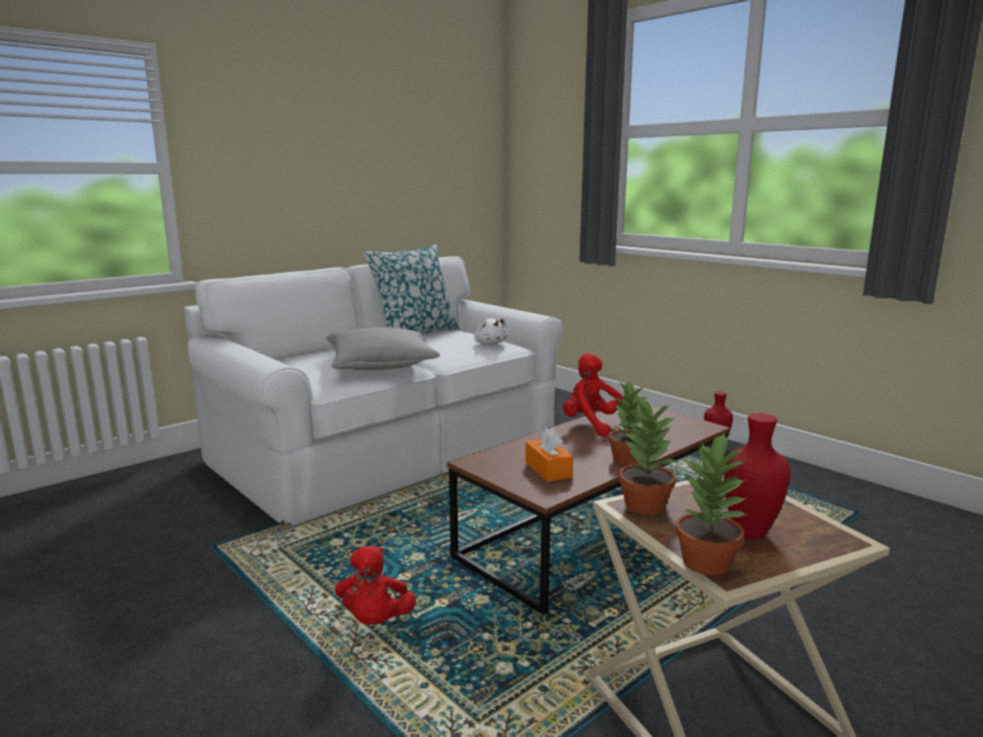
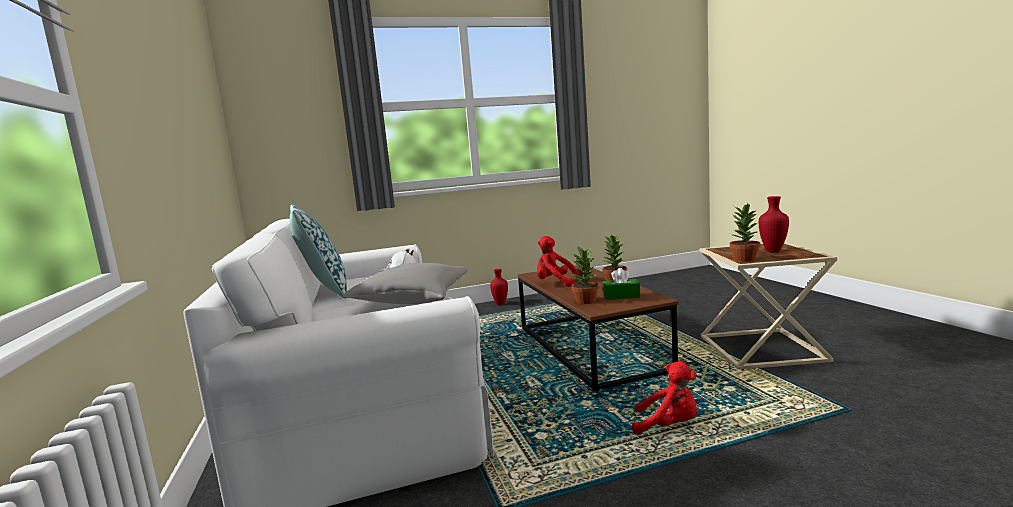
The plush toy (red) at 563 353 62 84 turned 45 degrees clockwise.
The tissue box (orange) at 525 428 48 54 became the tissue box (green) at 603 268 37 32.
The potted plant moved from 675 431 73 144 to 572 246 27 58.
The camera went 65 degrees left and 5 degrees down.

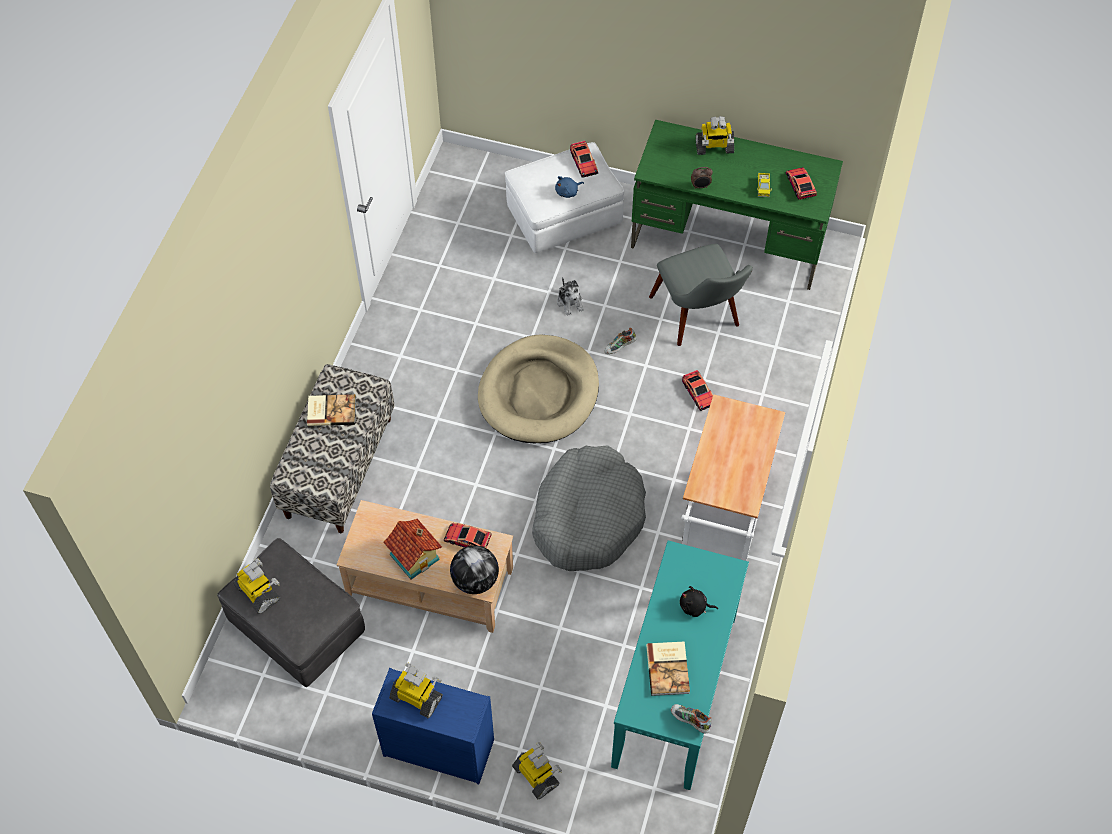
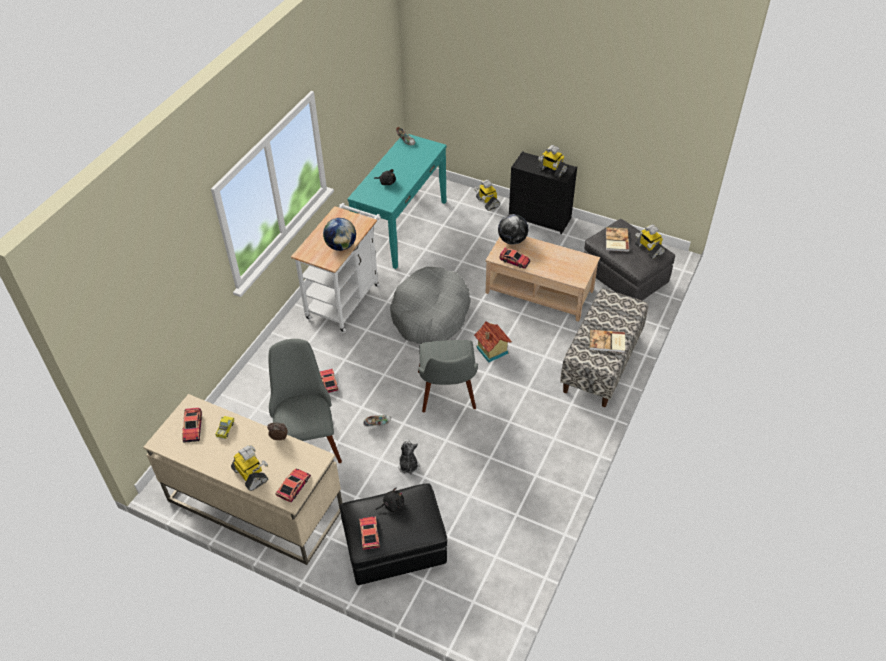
The toy robot at 696 116 38 39 turned 45 degrees clockwise.
The desk (green) at 631 120 212 170 became the desk (beige) at 143 394 199 171.
The ottoman (white) at 505 142 119 111 became the ottoman (black) at 340 484 107 101.
The plush toy (blue) at 555 176 29 22 became the plush toy (black) at 376 488 28 24.
The dog bed (beige) at 478 334 121 109 was replaced by the chair (grey) at 418 340 60 72.
The toy house moved from 383 519 59 60 to 474 321 38 41.
The book moved from 646 641 44 55 to 606 227 23 25.
The dresser (blue) at 372 668 122 117 became the dresser (black) at 509 151 68 83.
The globe at 323 218 33 33 appeared.
The toy car at 276 468 35 34 appeared.
The camera went 170 degrees left and 10 degrees down.

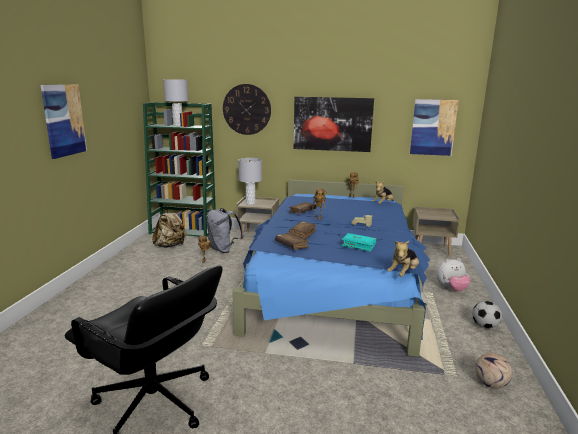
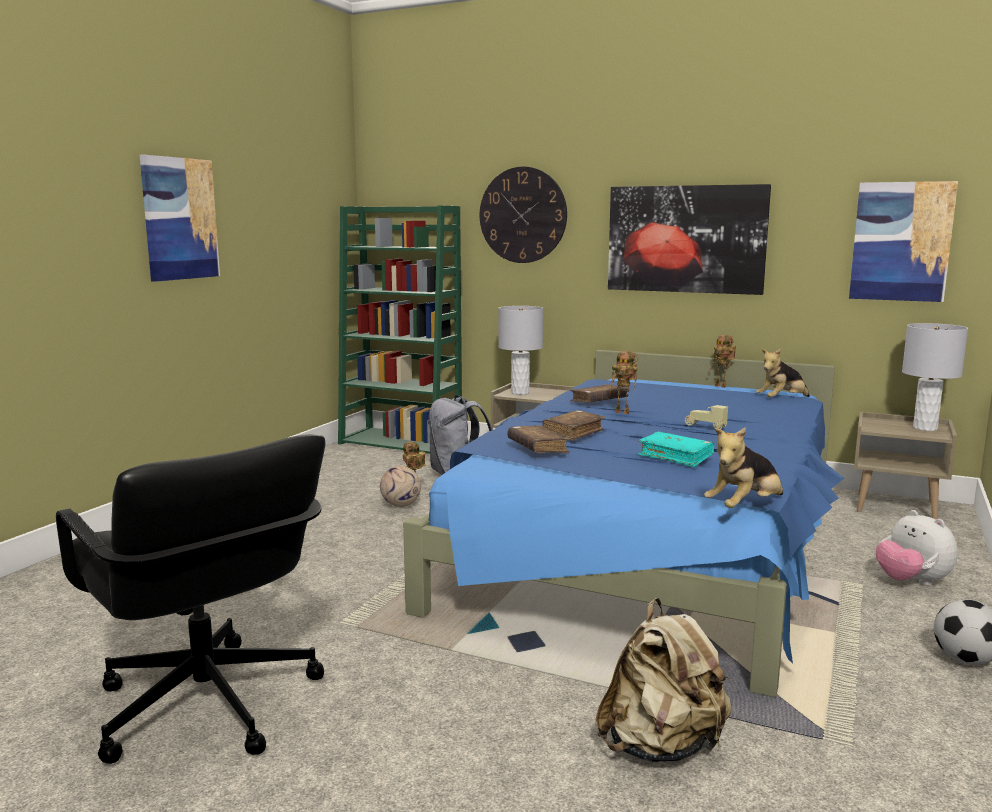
The table lamp (grey) moved from 163 79 25 47 to 902 323 66 108.
The backpack (beige) moved from 152 209 35 39 to 596 598 136 164.
The plush toy at 436 258 35 34 turned 60 degrees clockwise.
The football moved from 475 353 37 36 to 380 466 41 41.
The camera went 15 degrees right and 5 degrees down.

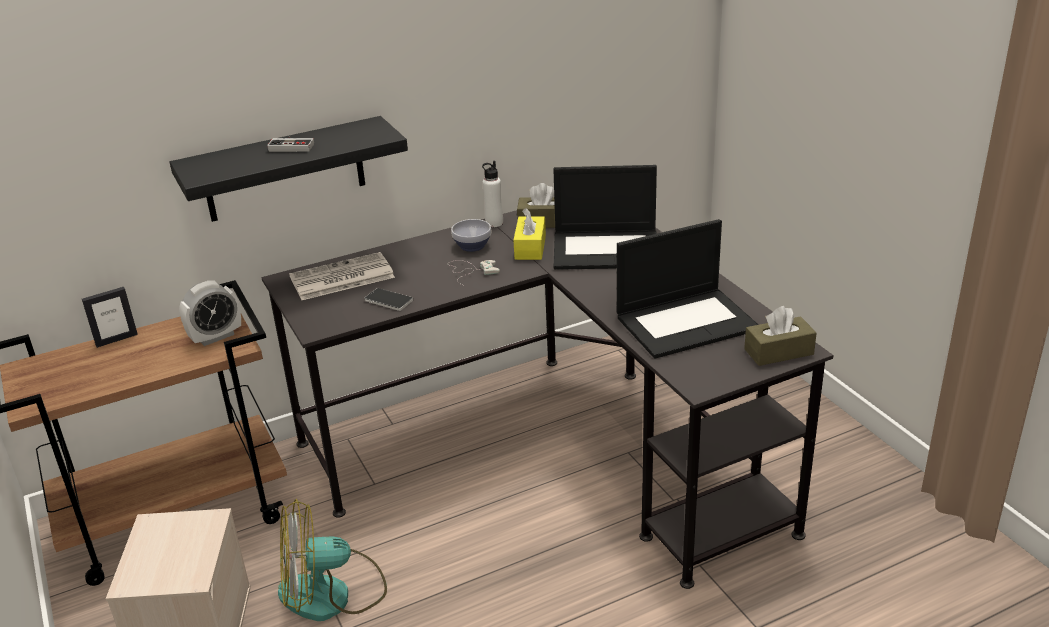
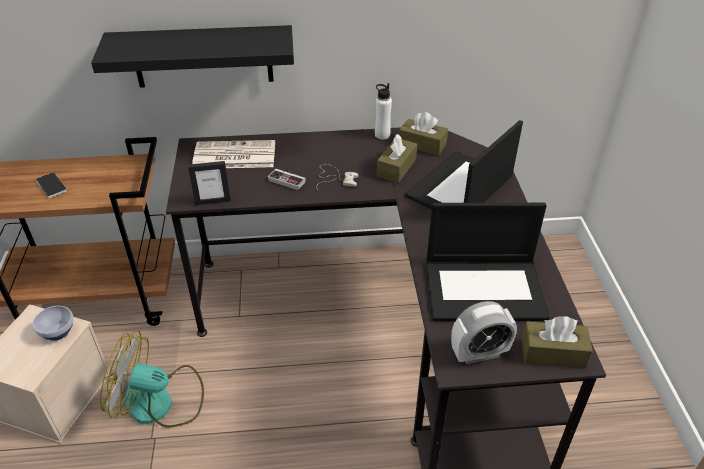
The game controller moved from 267 137 47 15 to 268 169 38 21.
The laptop at 553 165 104 105 turned 105 degrees clockwise.
The tissue box (yellow) at 513 208 33 52 became the tissue box (brown) at 377 134 40 49.
The bowl moved from 451 219 40 33 to 33 306 41 35.
The alarm clock moved from 179 281 62 65 to 451 301 66 63.
The picture frame moved from 82 287 56 61 to 188 161 43 44.
The phone moved from 364 288 49 23 to 35 172 32 26.
The camera went 20 degrees right and 10 degrees up.

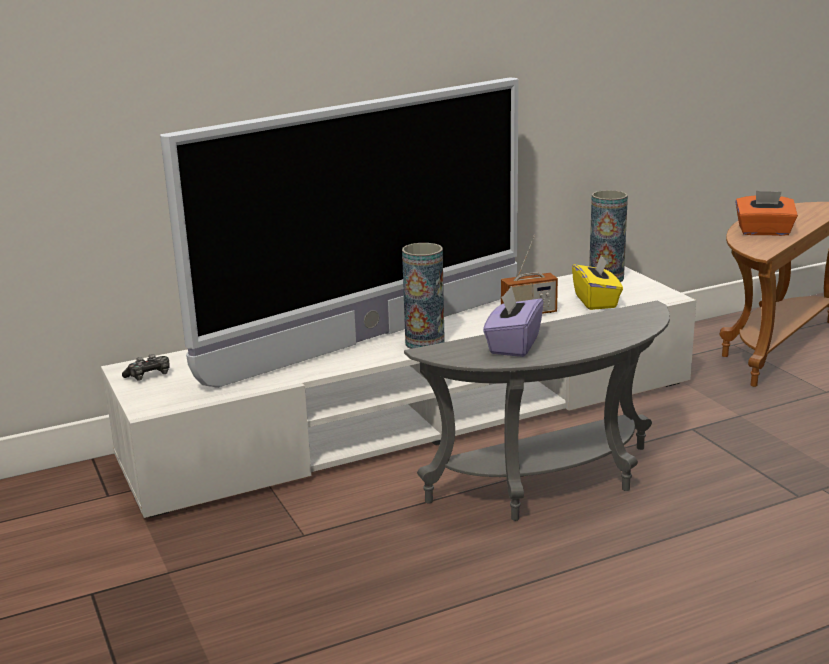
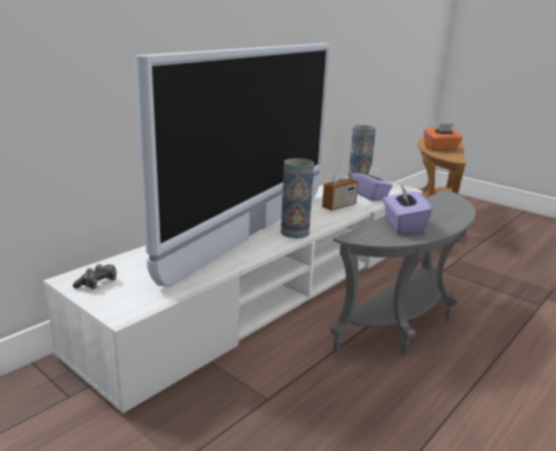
The tissue box (yellow) at 572 255 51 55 became the tissue box (purple) at 351 165 42 36.
The camera went 25 degrees left and 0 degrees up.

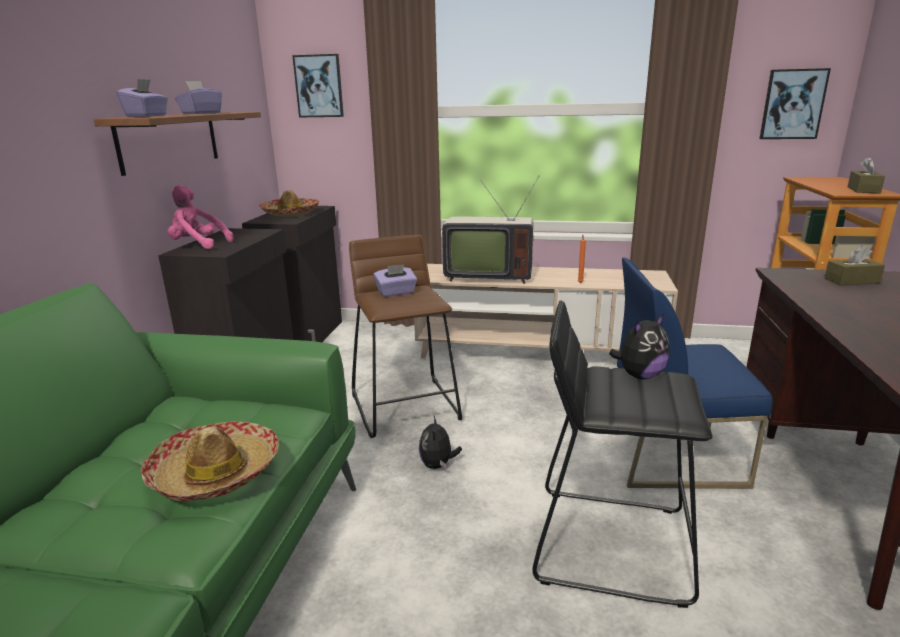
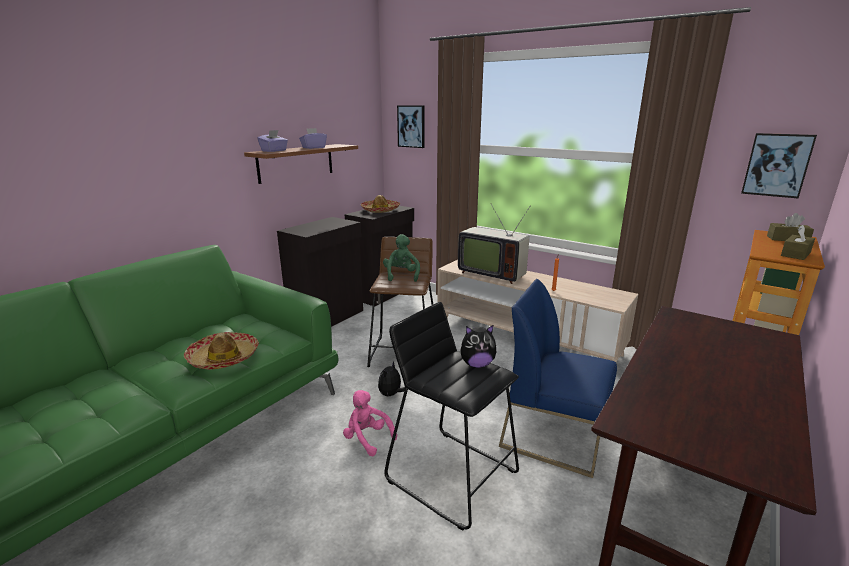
The plush toy (pink) moved from 168 185 66 64 to 343 390 54 66.
The tissue box (brown) moved from 825 245 60 40 to 767 213 47 28.
The tissue box (purple) at 373 264 44 33 was replaced by the plush toy (green) at 383 234 37 48.
The camera went 25 degrees right and 0 degrees up.

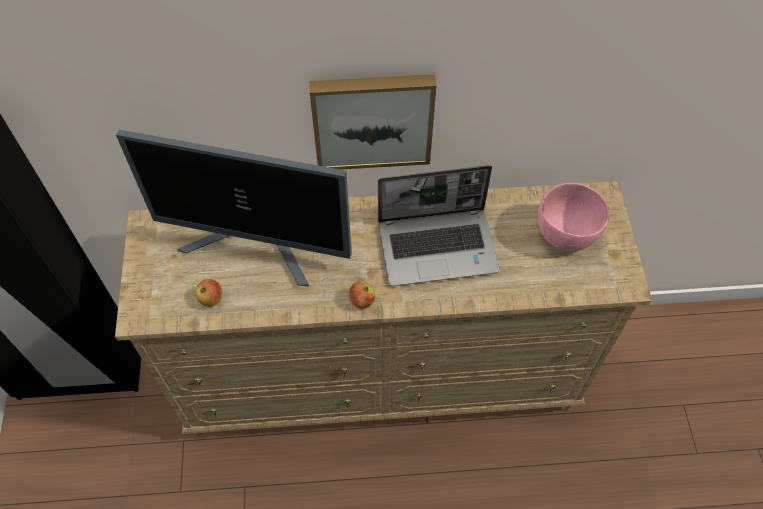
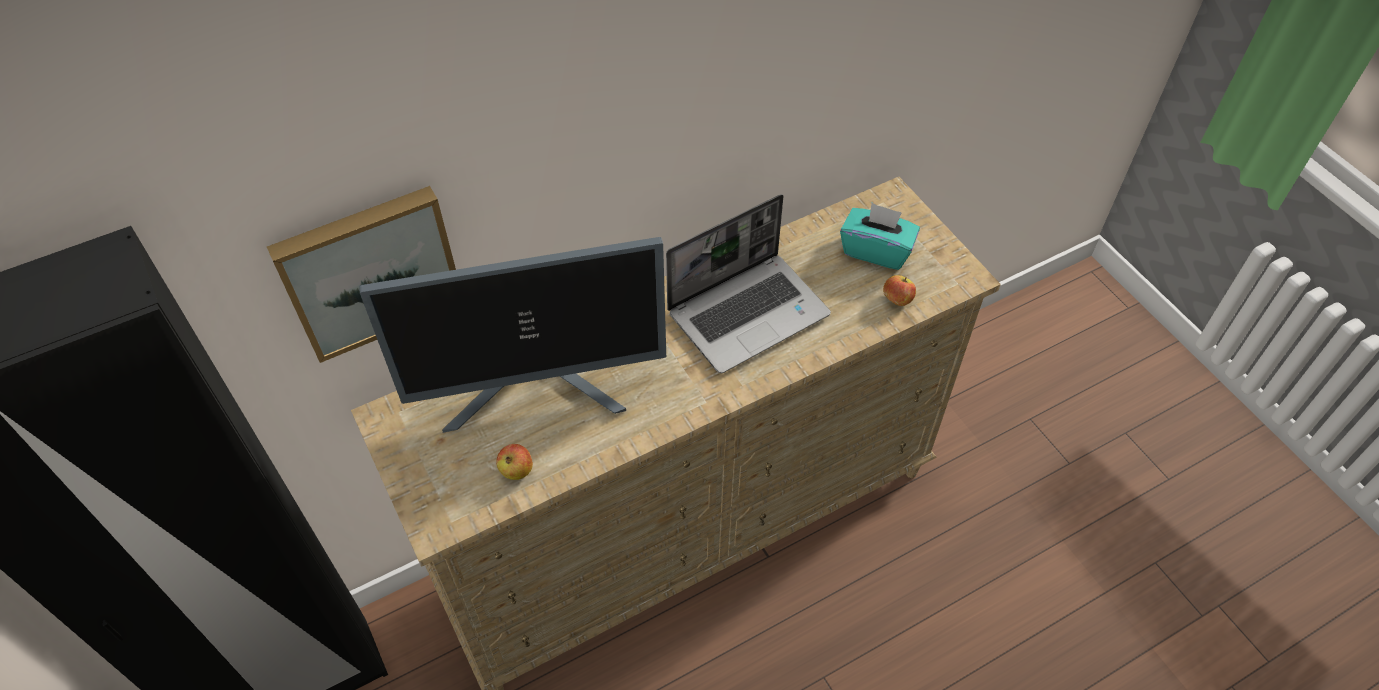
The picture moved from 309 74 127 96 to 267 186 189 177.
The bowl (pink) at 537 183 73 68 was replaced by the tissue box (turquoise) at 840 203 80 67.
The apple moved from 349 281 26 28 to 883 275 33 31.
The camera went 25 degrees left and 5 degrees down.

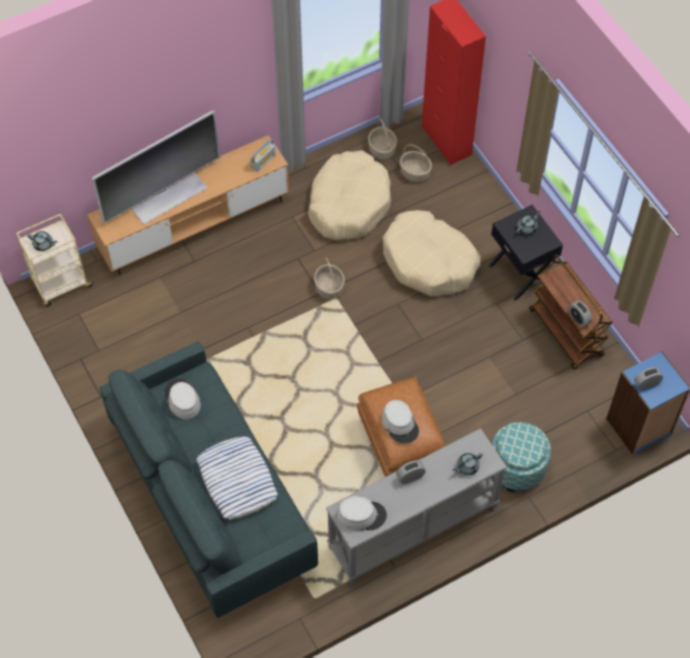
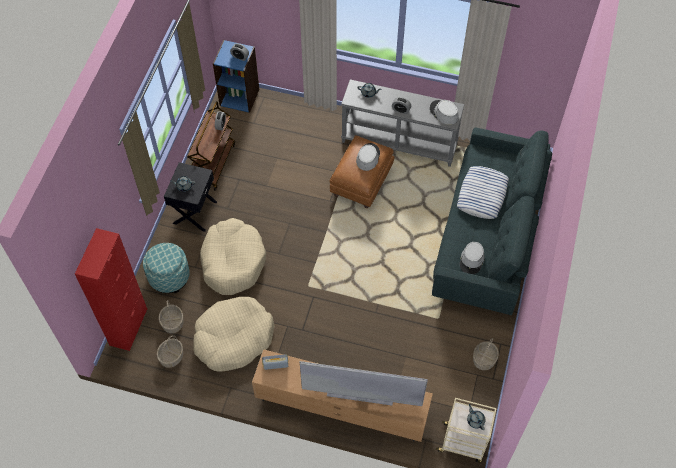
The basket moved from 314 257 31 42 to 473 338 26 32.
The ottoman moved from 492 422 59 70 to 143 243 47 50.
The camera went 135 degrees left and 0 degrees up.

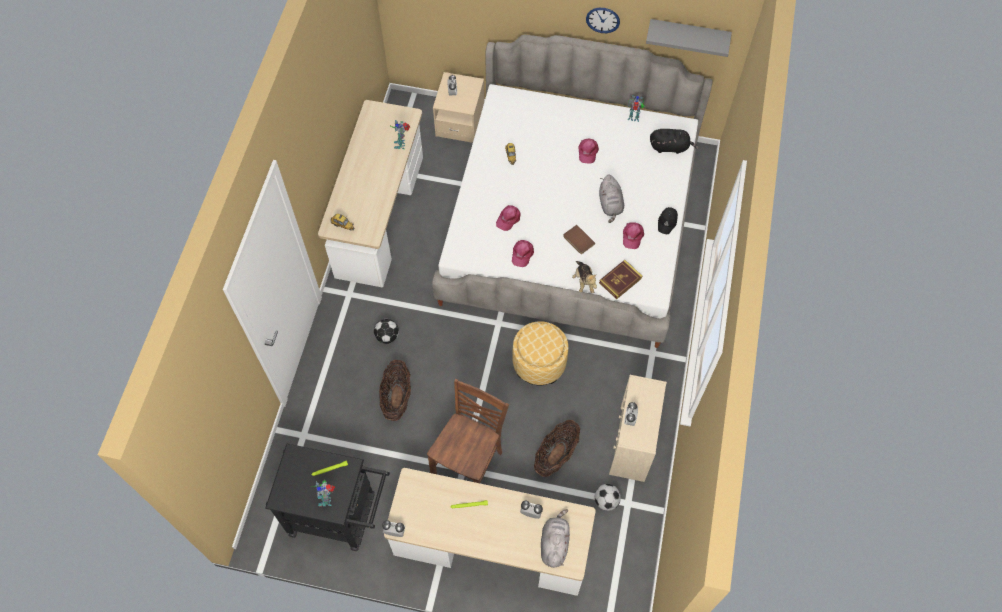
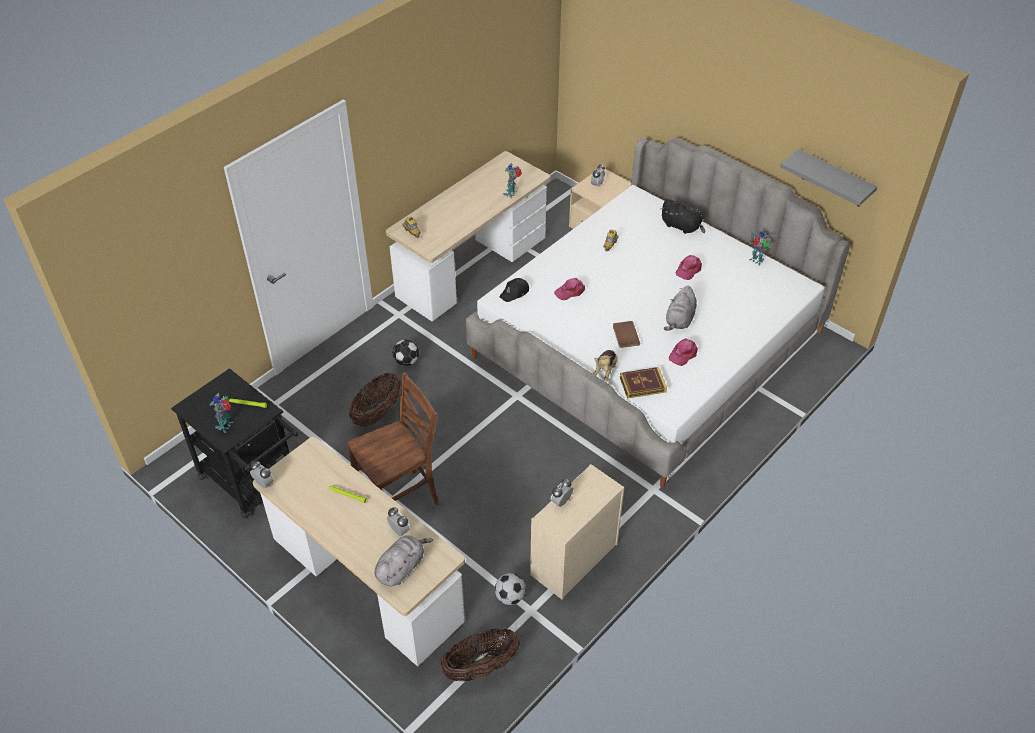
The wall clock at 586 8 34 25 disappeared.
The plush toy (black) moved from 650 129 49 25 to 661 199 44 35.
The cap (black) moved from 658 207 20 27 to 499 278 30 24.
The cap (pink) at 512 240 22 27 disappeared.
The ottoman at 512 321 56 64 disappeared.
The basket moved from 534 420 46 57 to 440 628 80 53.
The camera went 30 degrees right and 15 degrees down.

